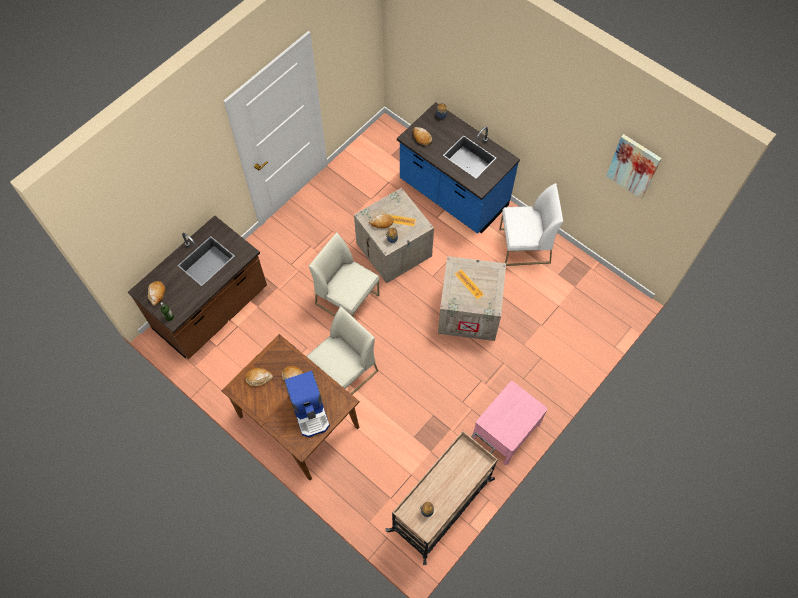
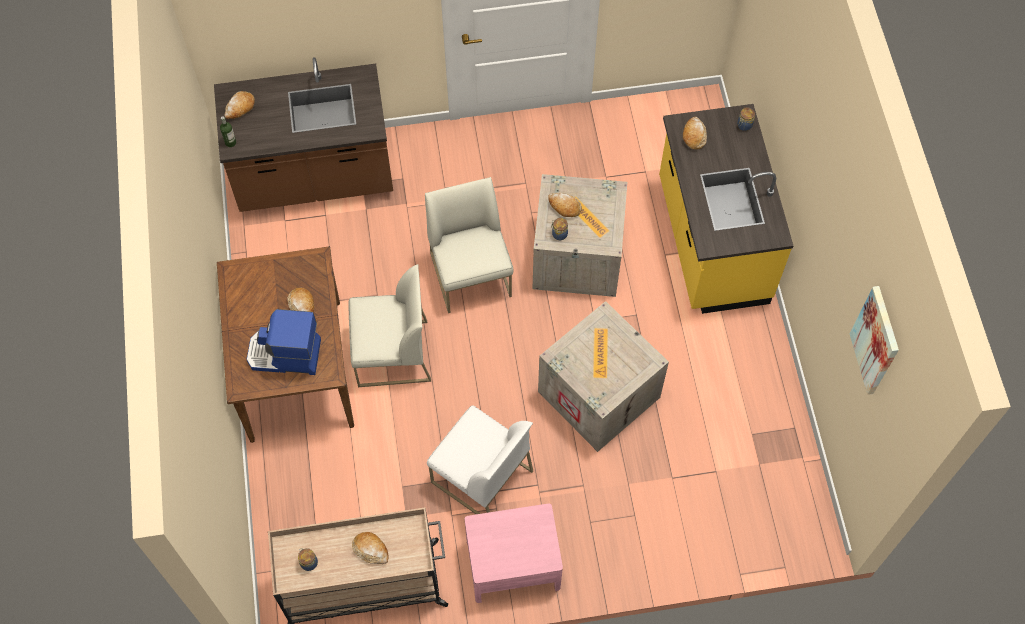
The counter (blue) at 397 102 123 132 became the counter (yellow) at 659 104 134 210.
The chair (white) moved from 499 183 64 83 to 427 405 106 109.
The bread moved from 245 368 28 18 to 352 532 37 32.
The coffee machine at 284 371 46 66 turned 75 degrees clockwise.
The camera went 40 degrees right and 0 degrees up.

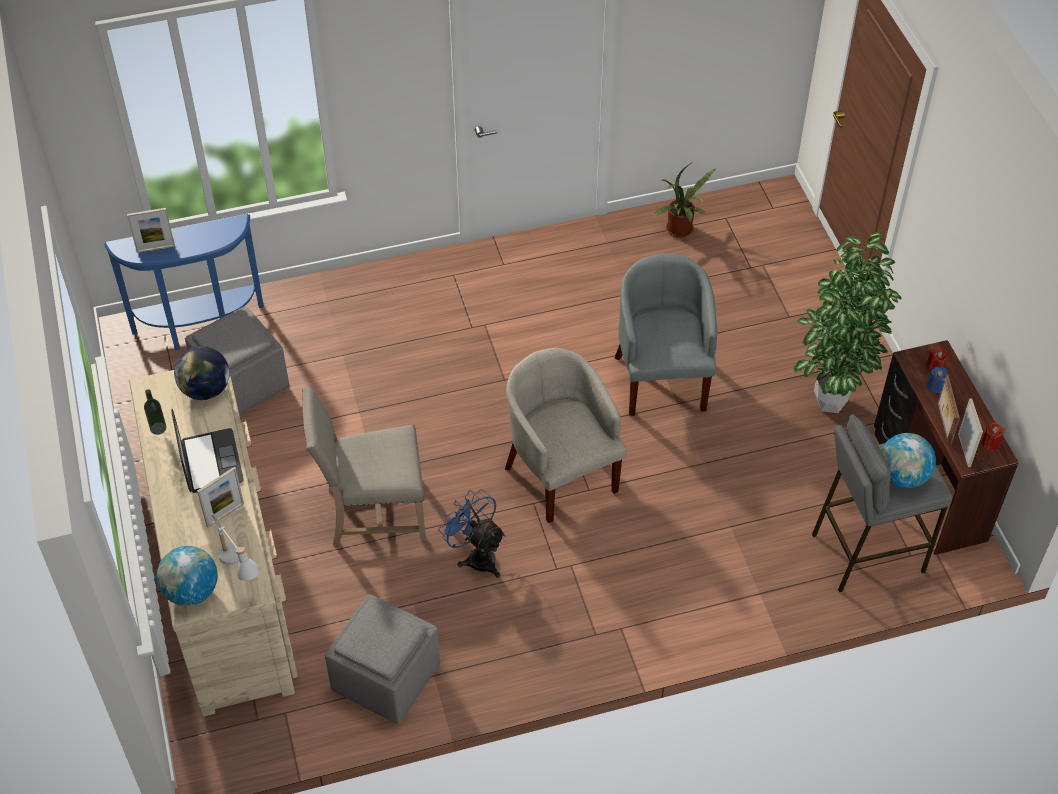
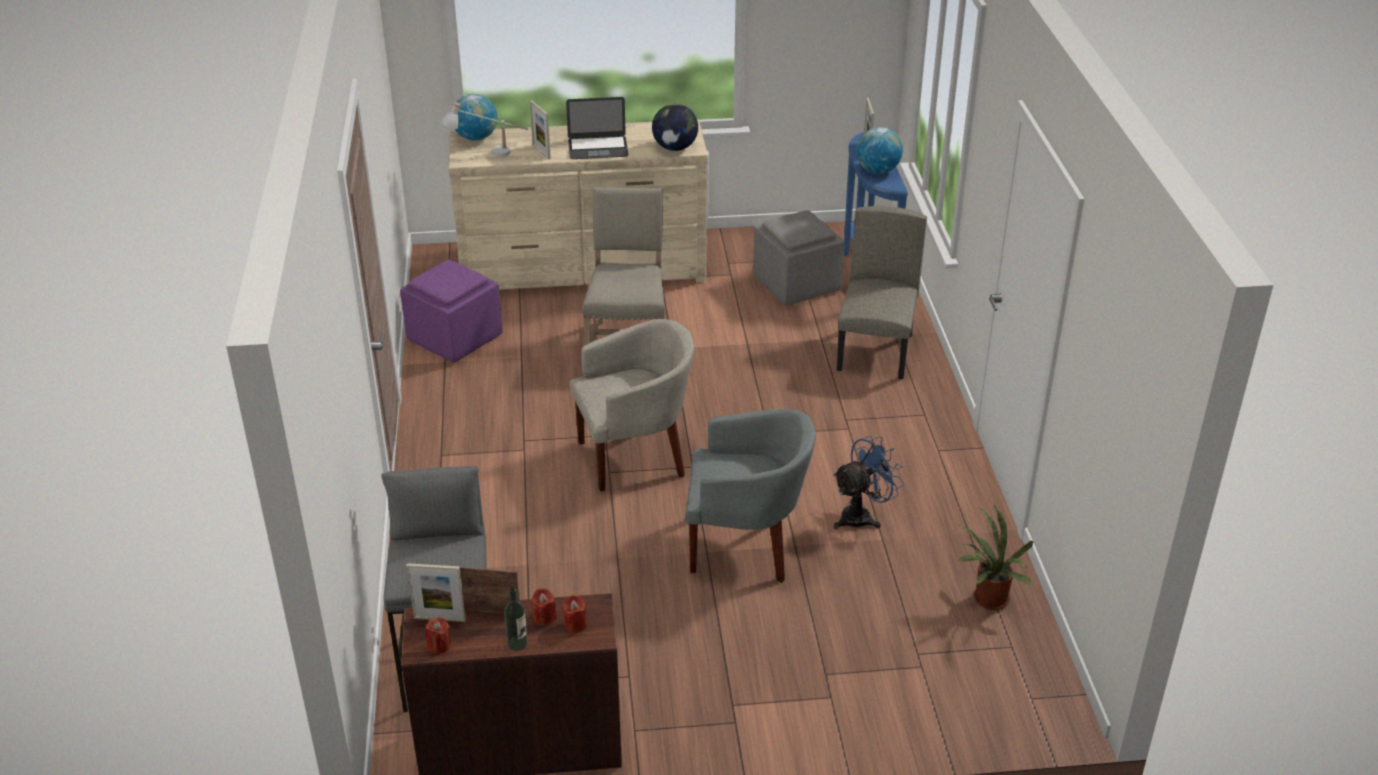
The potted plant at 794 232 108 181 disappeared.
The candle (blue) at 926 367 22 26 became the candle (red) at 531 588 26 38.
The bottle moved from 144 389 22 46 to 504 587 24 64.
The globe moved from 881 433 55 55 to 856 127 47 47.
The fan (blue) moved from 438 489 67 89 to 833 436 71 94.
The ottoman (grey) at 325 594 115 130 became the ottoman (purple) at 400 260 103 103.
The chair (beige) at 837 206 90 173 appeared.
The camera went 100 degrees right and 15 degrees down.

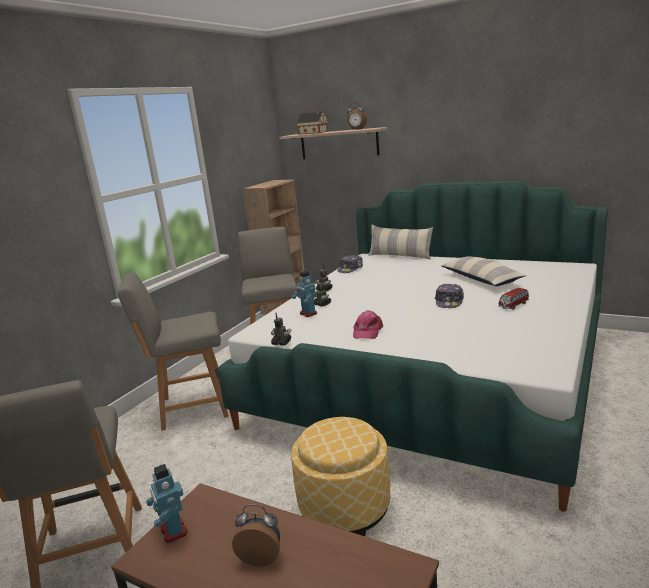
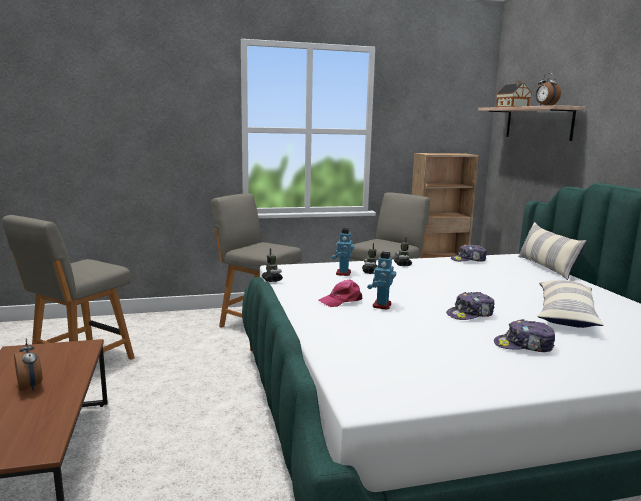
The toy car at 499 288 30 22 was replaced by the cap at 494 319 61 33.
The ottoman at 291 417 99 119 disappeared.
The toy robot moved from 146 464 42 79 to 367 251 29 59.
The camera went 45 degrees right and 5 degrees down.

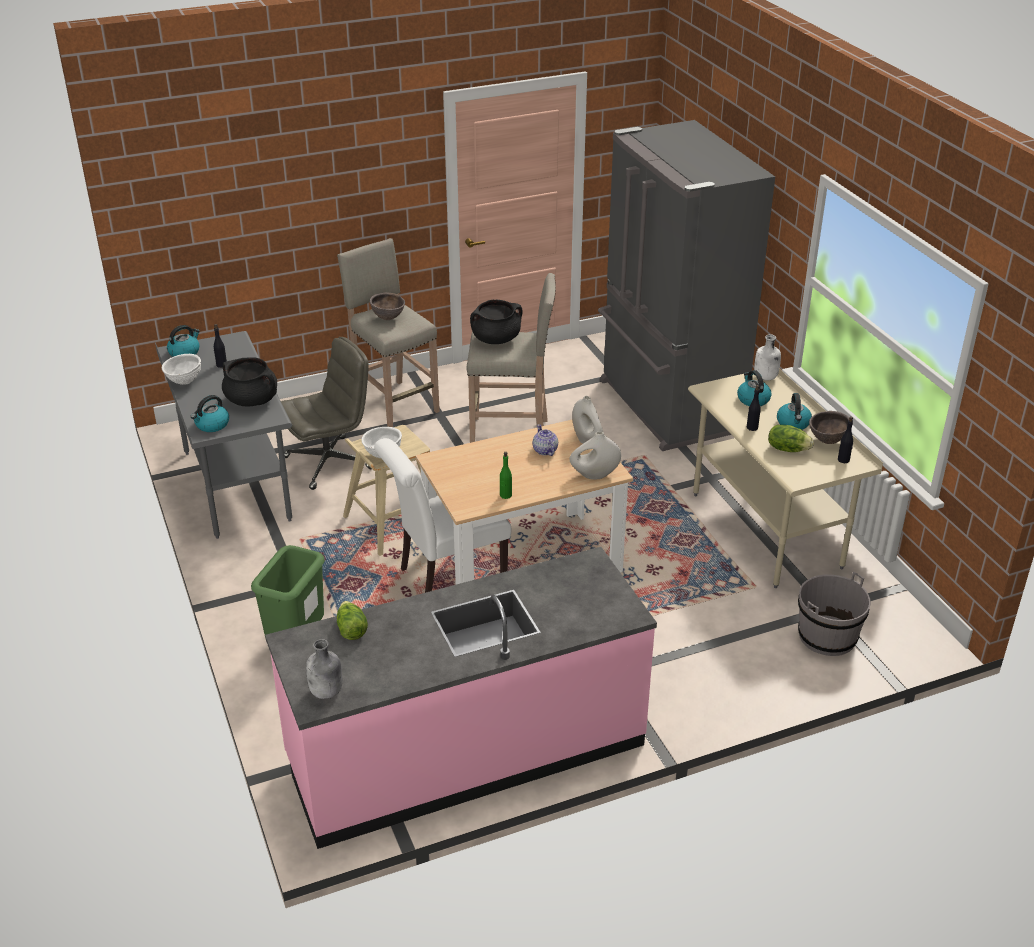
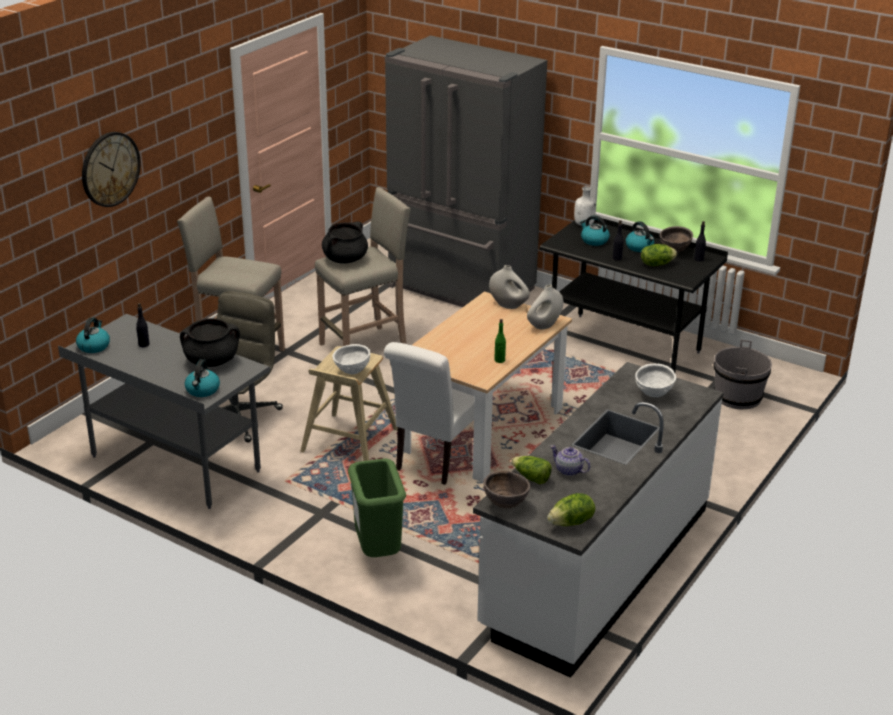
The bowl (brown) moved from 370 293 35 27 to 483 471 47 37.
The bowl (white) moved from 162 354 39 31 to 635 364 41 33.
The desk (beige) at 688 369 195 219 became the desk (black) at 539 218 189 154.
The teapot moved from 533 424 25 32 to 550 445 41 31.
The counter (pink) at 265 547 392 302 became the counter (white) at 473 362 250 316.
The bottle (grey) at 306 639 36 60 was replaced by the lettuce at 547 493 48 33.
The wall clock at 82 132 59 75 appeared.
The camera went 35 degrees left and 5 degrees down.

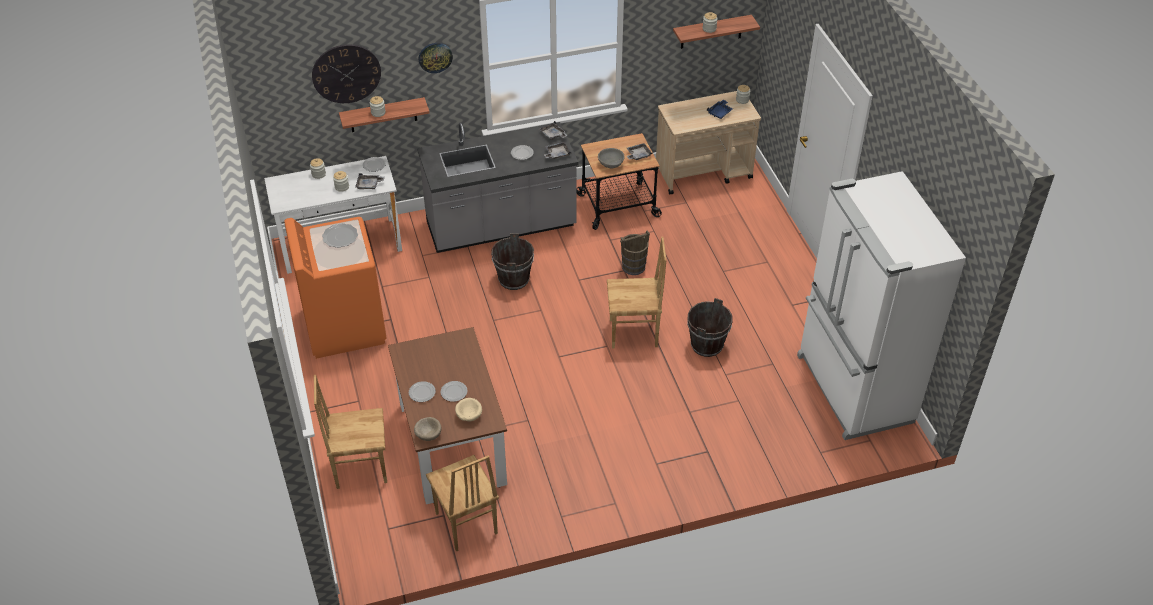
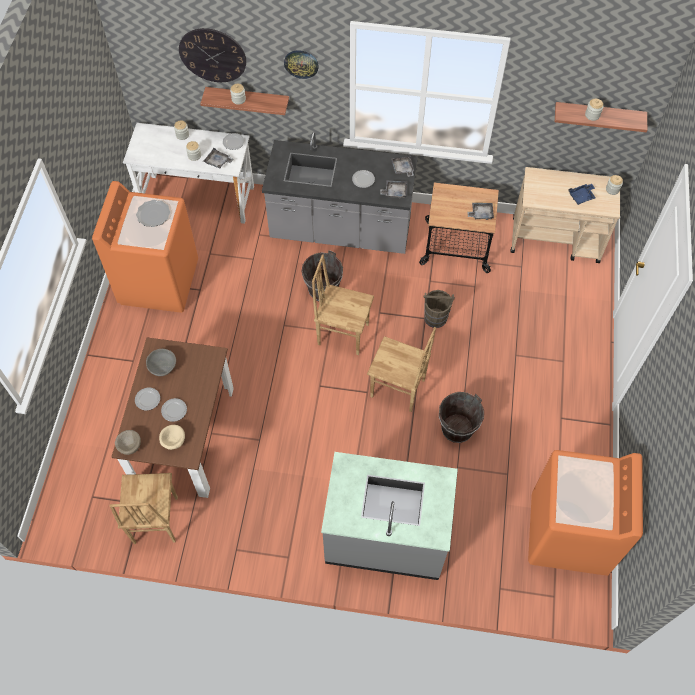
The bowl (grey) moved from 598 148 26 20 to 146 349 30 27.
The fridge (white) at 797 171 169 269 was replaced by the washing machine (orange) at 528 450 115 126.
The chair (brown) moved from 314 375 73 114 to 312 254 62 101.
The counter (grey) at 321 452 137 128 appeared.
The camera went 25 degrees right and 15 degrees up.

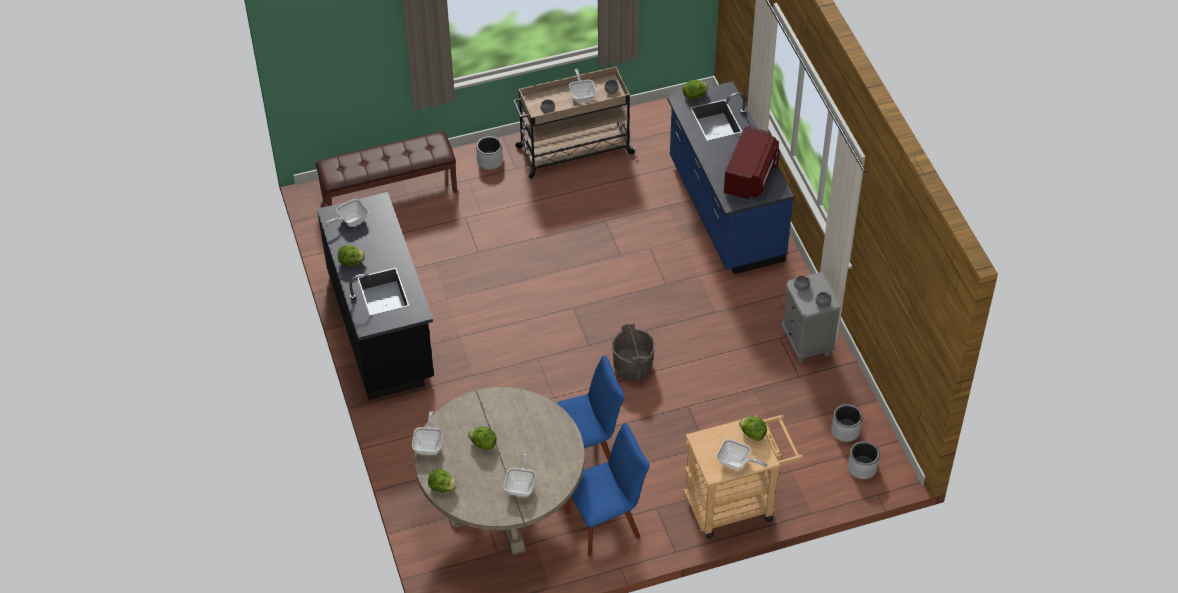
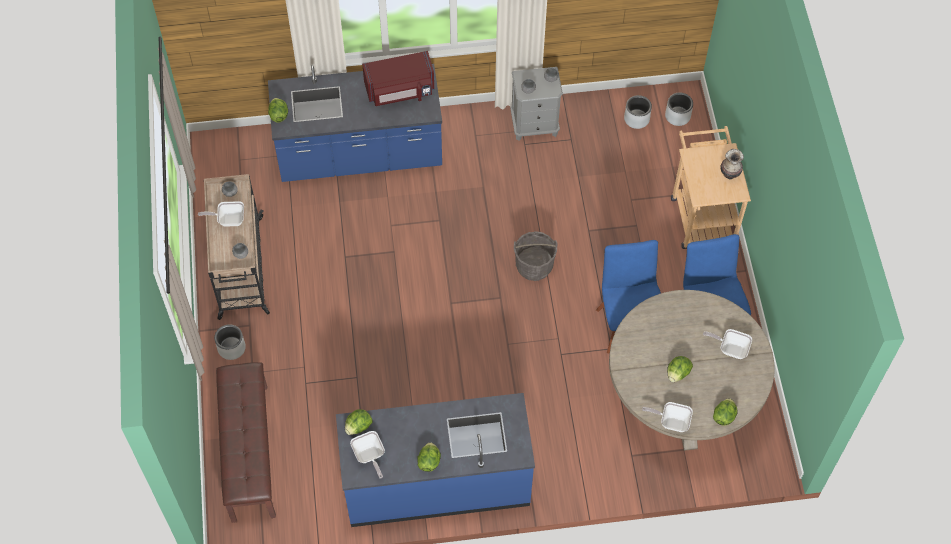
The microwave (red) at 724 126 56 74 turned 135 degrees clockwise.
The counter (black) at 317 192 117 208 became the counter (blue) at 336 393 199 134.
The lettuce moved from 739 416 28 25 to 345 409 28 26.
The frying pan at 717 439 51 31 was replaced by the vase at 720 149 24 31.
The camera went 80 degrees left and 10 degrees up.

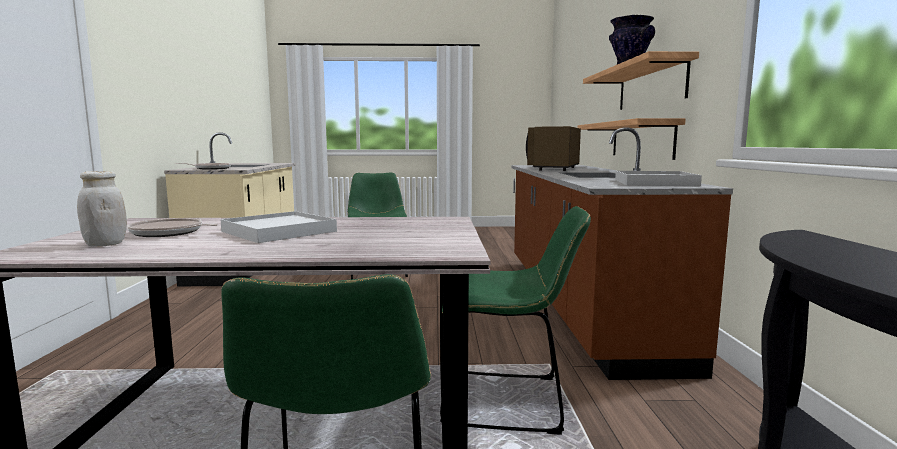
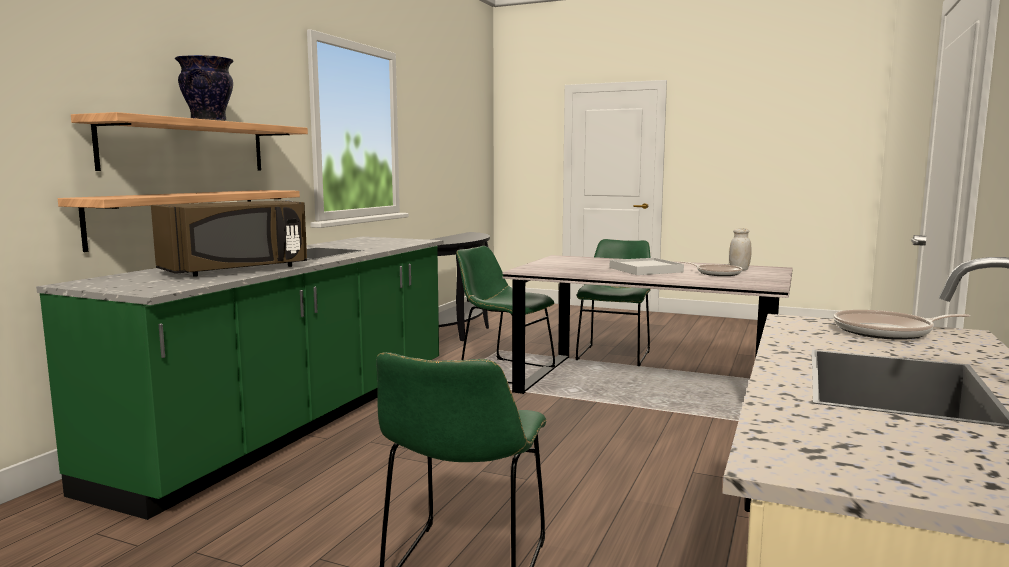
The counter (brown) at 511 127 222 253 became the counter (green) at 36 200 408 320.
The tray (white) at 615 171 87 15 disappeared.
The camera went 155 degrees left and 0 degrees up.

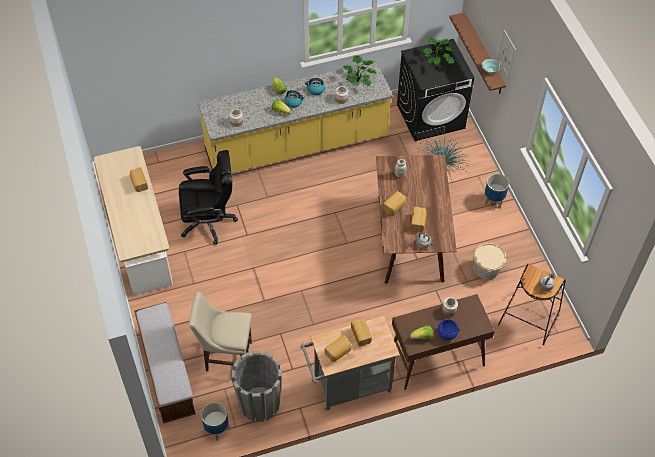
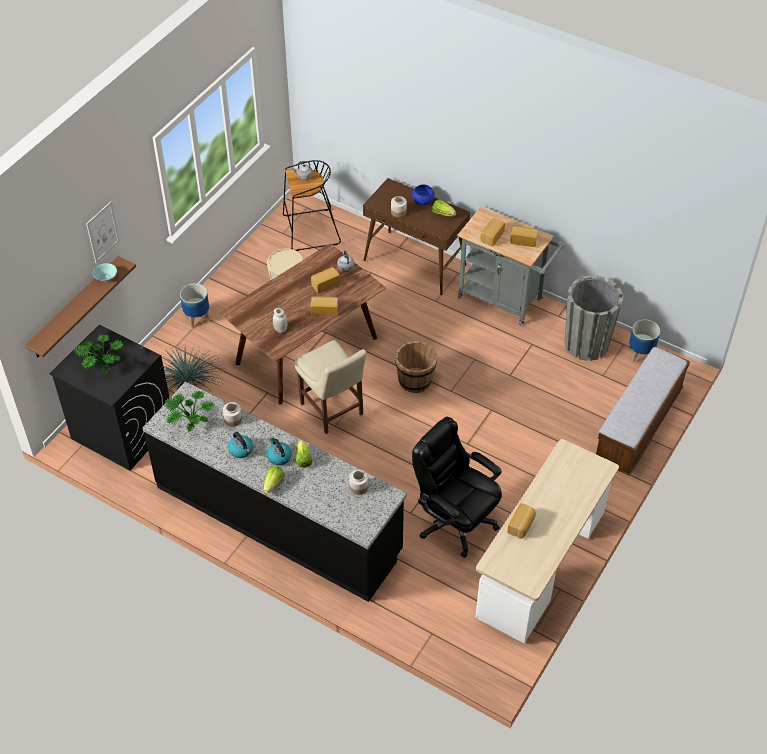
The counter (yellow) at 198 61 195 112 became the counter (black) at 143 381 264 221.
The chair (beige) moved from 189 292 63 79 to 295 340 72 94.
The bucket (brown) at 395 341 42 52 appeared.
The camera went 130 degrees left and 5 degrees down.

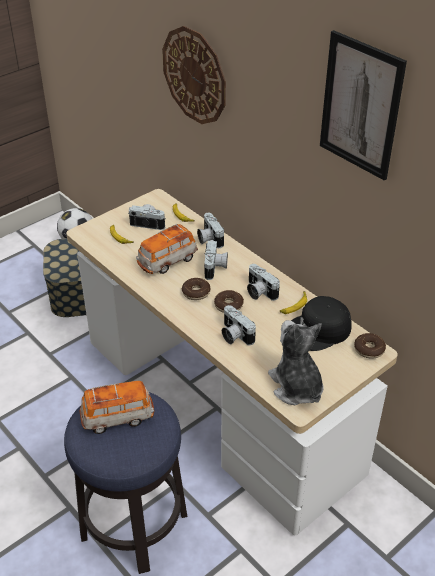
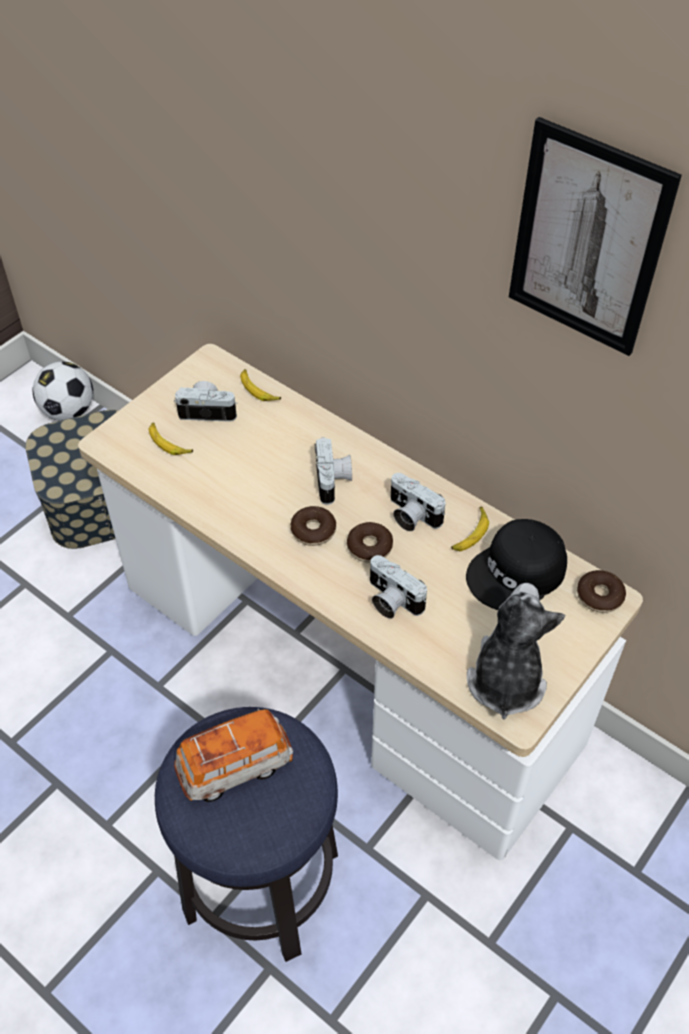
The wall clock at 162 26 64 98 disappeared.
The photo camera at 197 213 27 35 disappeared.
The toy car at 136 224 62 50 disappeared.
The plush toy at 268 320 56 85 turned 45 degrees clockwise.
The camera went 10 degrees left and 10 degrees up.

